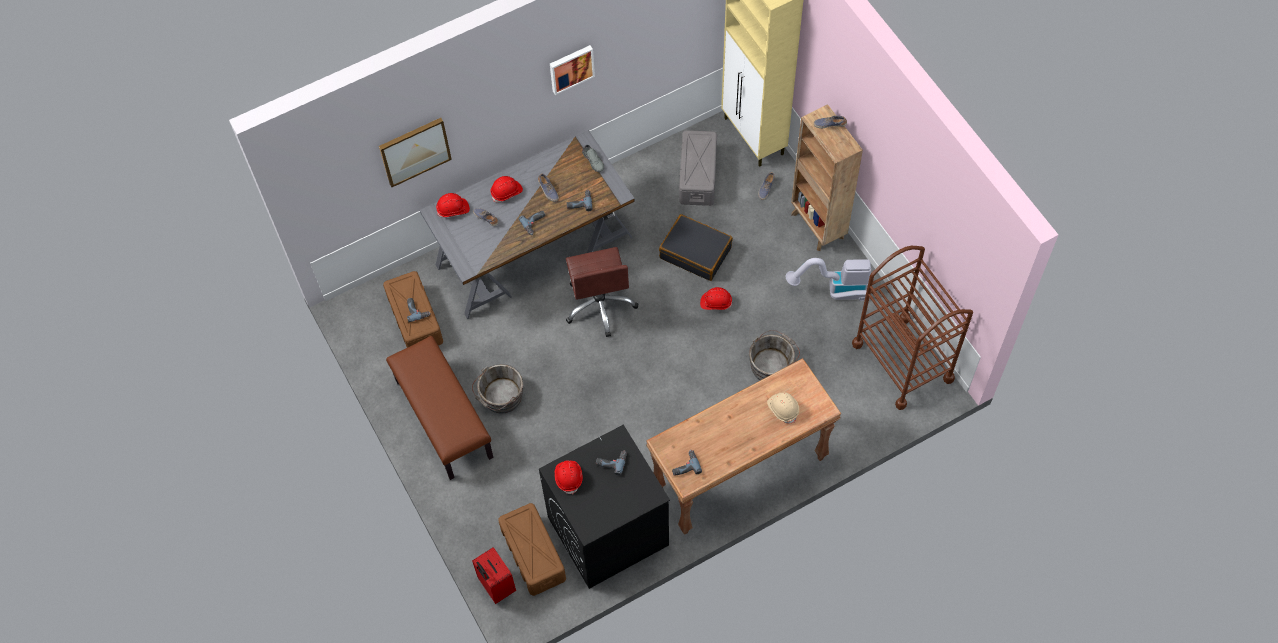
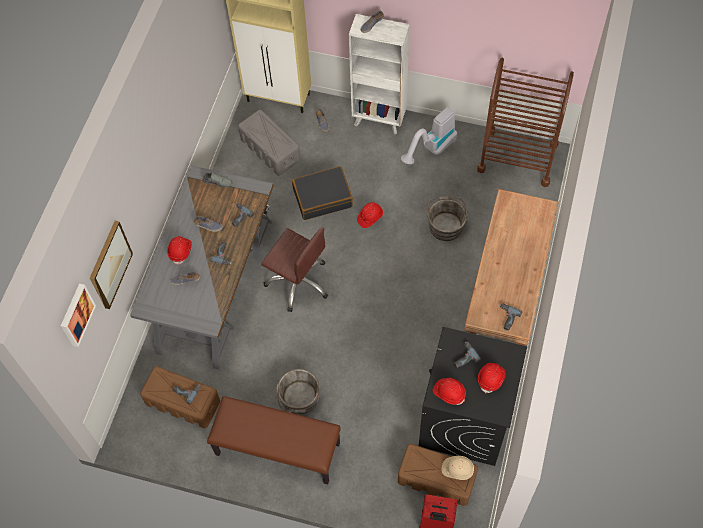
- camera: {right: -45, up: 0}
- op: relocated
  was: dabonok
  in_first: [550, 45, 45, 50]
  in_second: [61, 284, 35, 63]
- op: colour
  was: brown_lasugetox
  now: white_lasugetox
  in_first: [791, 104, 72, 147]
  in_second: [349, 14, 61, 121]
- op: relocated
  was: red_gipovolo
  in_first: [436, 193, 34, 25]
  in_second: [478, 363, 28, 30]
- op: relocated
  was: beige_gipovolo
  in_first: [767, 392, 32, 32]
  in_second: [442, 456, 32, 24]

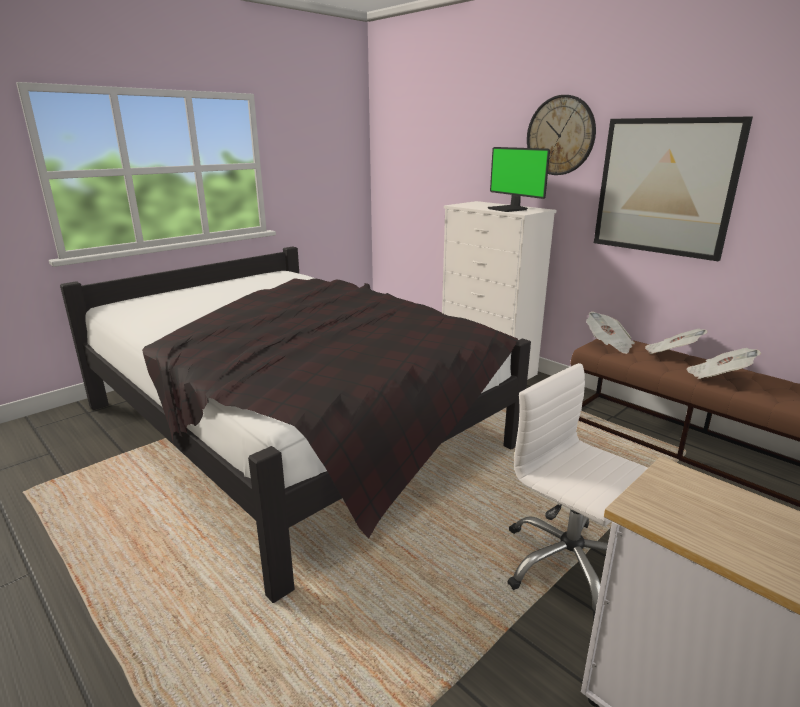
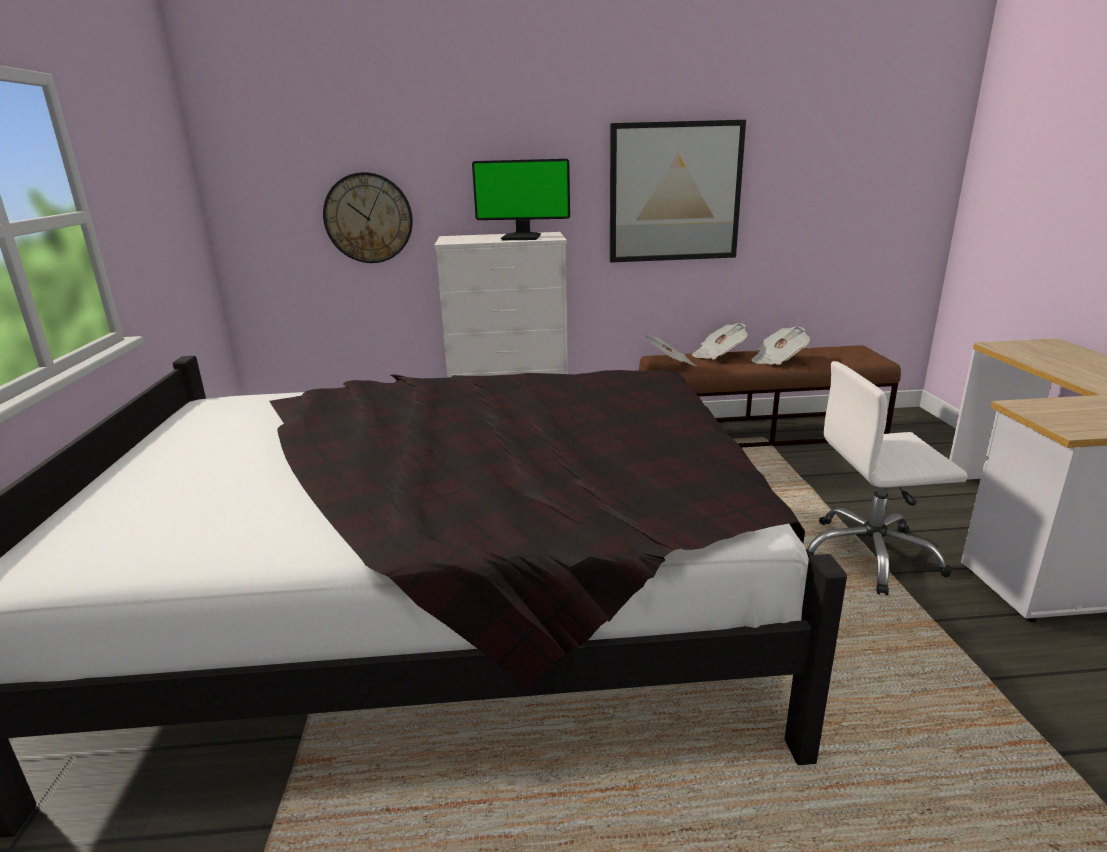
- camera: {right: -50, up: 0}
- op: relocated
  was: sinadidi
  in_first: [527, 95, 69, 80]
  in_second: [323, 172, 90, 91]

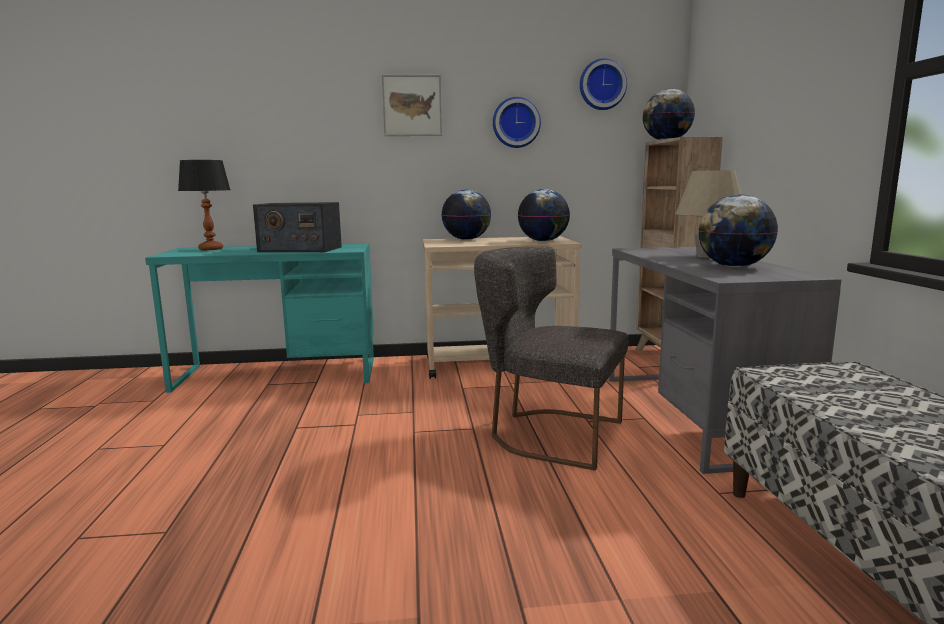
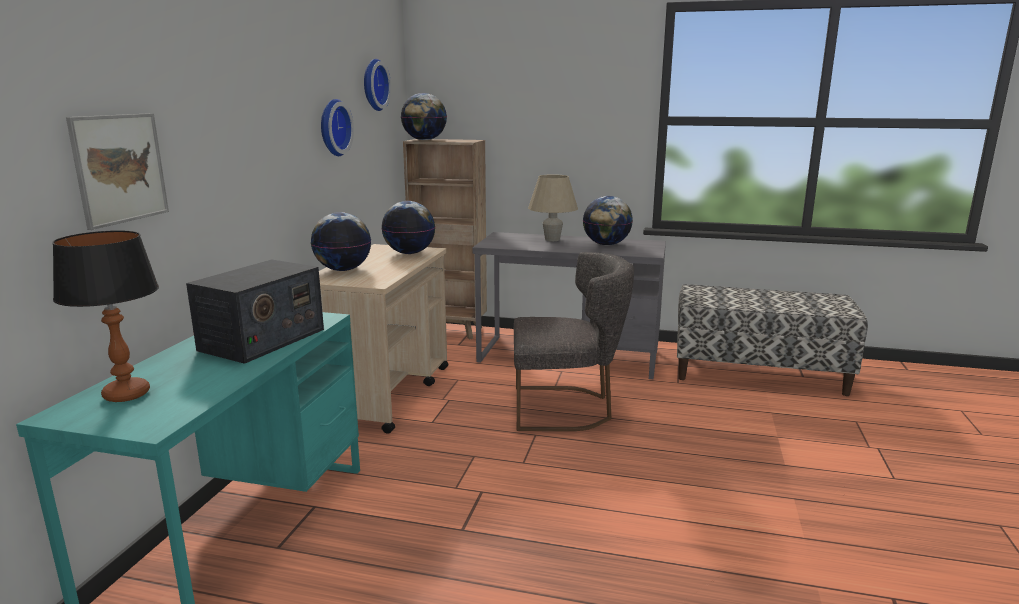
- camera: {right: -70, up: 5}
- op: relocated
  was: dabonok
  in_first: [382, 75, 60, 61]
  in_second: [66, 113, 103, 117]
- op: spun
  was: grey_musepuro
  in_first: [474, 247, 155, 223]
  in_second: [514, 252, 120, 179]
  clockwise: -135

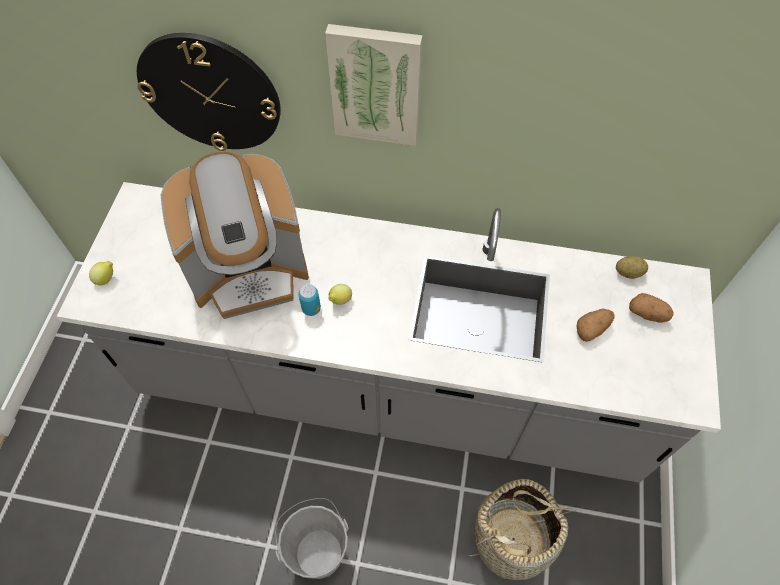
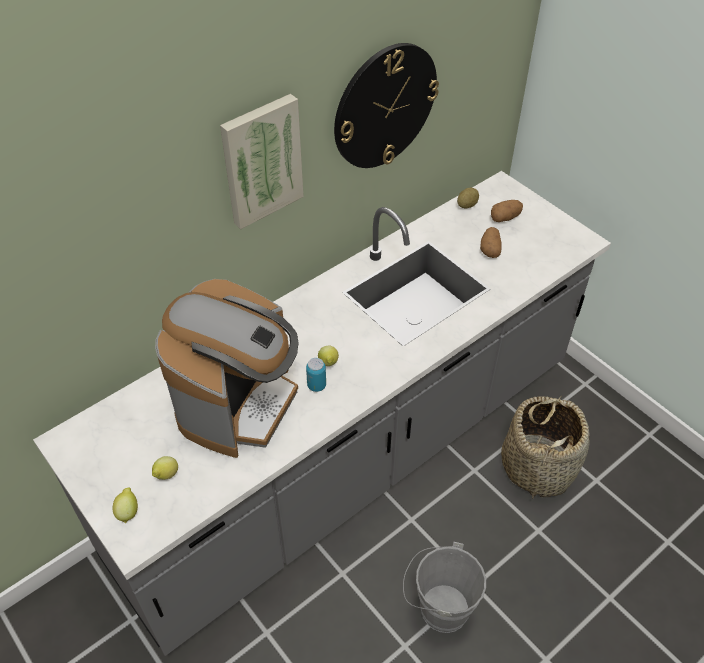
- camera: {right: -50, up: -10}
- op: relocated
  was: sinadidi
  in_first: [137, 33, 144, 118]
  in_second: [334, 43, 105, 125]
- op: appeared
  now: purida
  in_second: [152, 456, 26, 24]

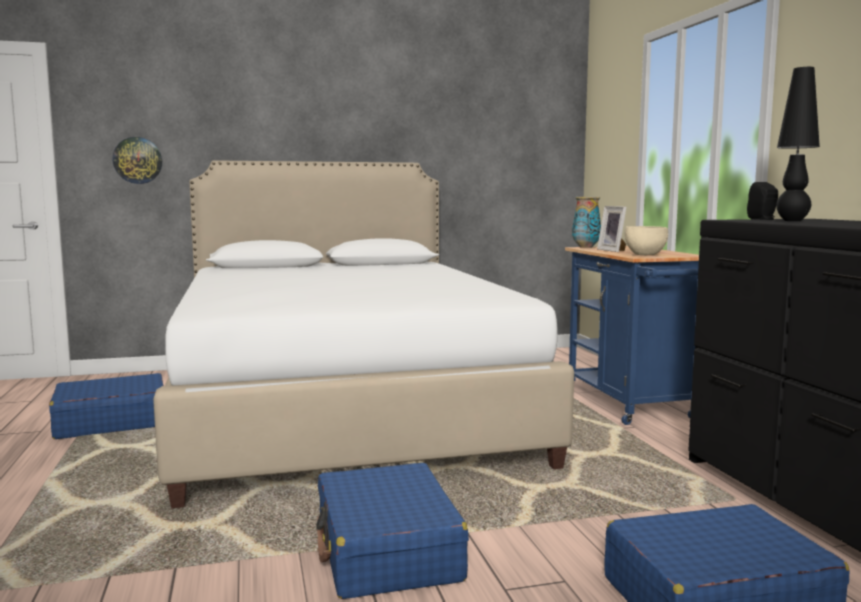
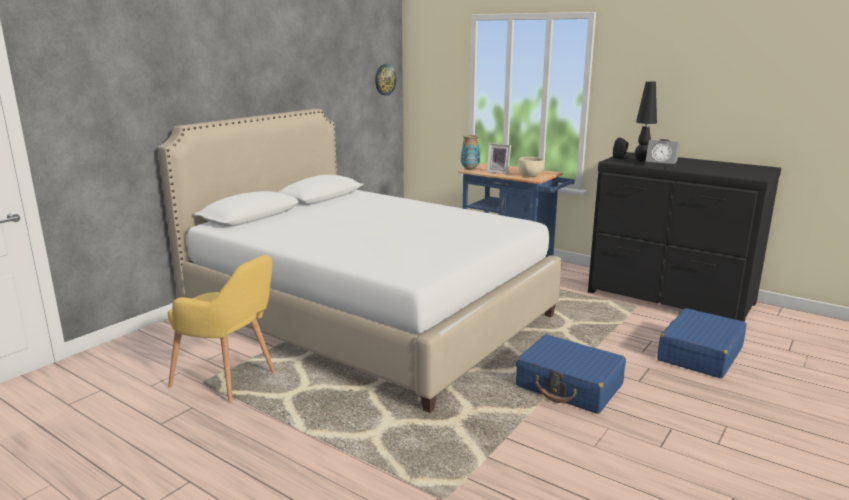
- camera: {right: -40, up: 10}
- op: relocated
  was: sinadidi
  in_first: [113, 137, 49, 47]
  in_second: [375, 64, 21, 32]
- op: exchanged
  was: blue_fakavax
  now: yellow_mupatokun
  in_first: [49, 373, 114, 66]
  in_second: [168, 255, 107, 147]
- op: appeared
  now: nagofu
  in_second: [644, 139, 36, 31]

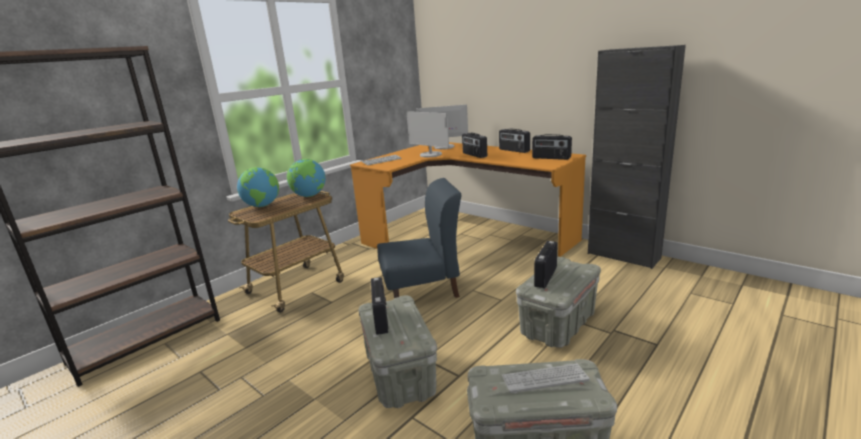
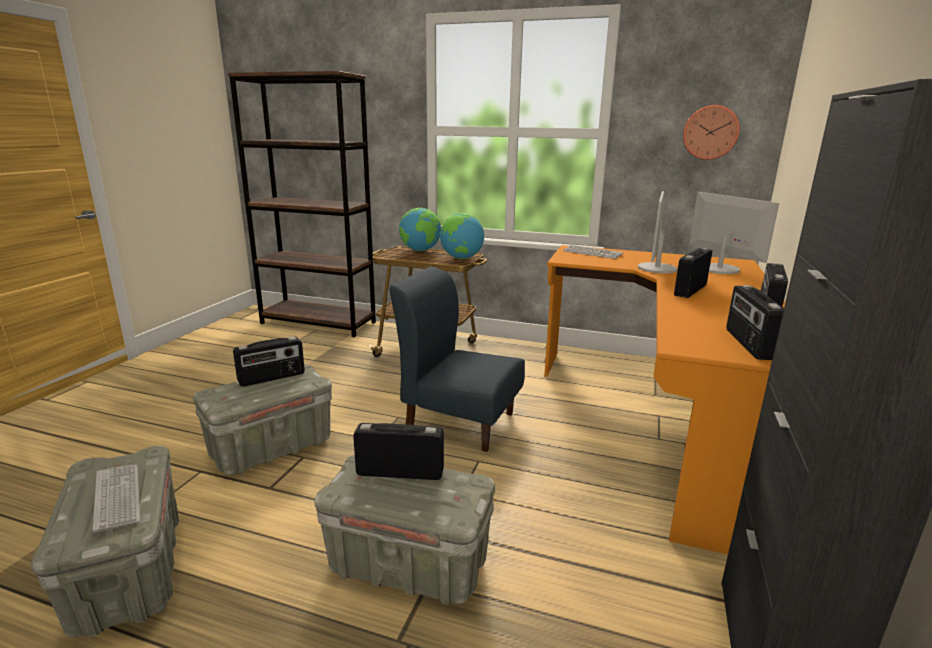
- camera: {right: 65, up: 0}
- op: spun
  was: blue_musepuro
  in_first: [377, 178, 84, 121]
  in_second: [389, 266, 136, 186]
  clockwise: 150
- op: appeared
  now: sinadidi
  in_second: [683, 105, 57, 55]

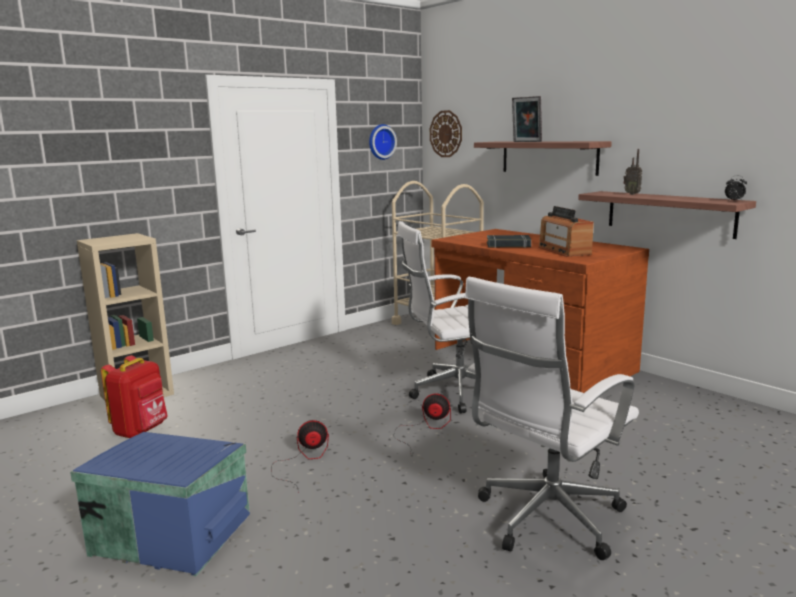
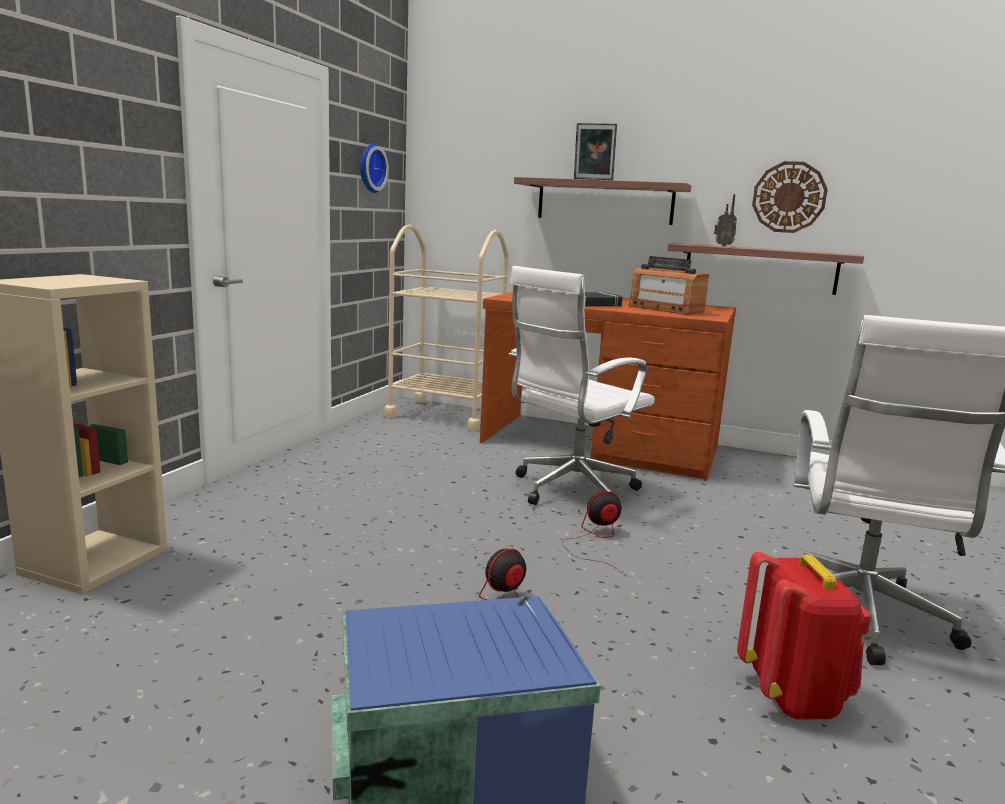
- camera: {right: -30, up: 0}
- op: relocated
  was: sinadidi
  in_first: [430, 110, 32, 47]
  in_second: [752, 161, 76, 72]
- op: missing
  was: nagofu
  in_first: [725, 176, 22, 25]
- op: relocated
  was: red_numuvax
  in_first: [101, 355, 67, 83]
  in_second: [737, 552, 134, 167]

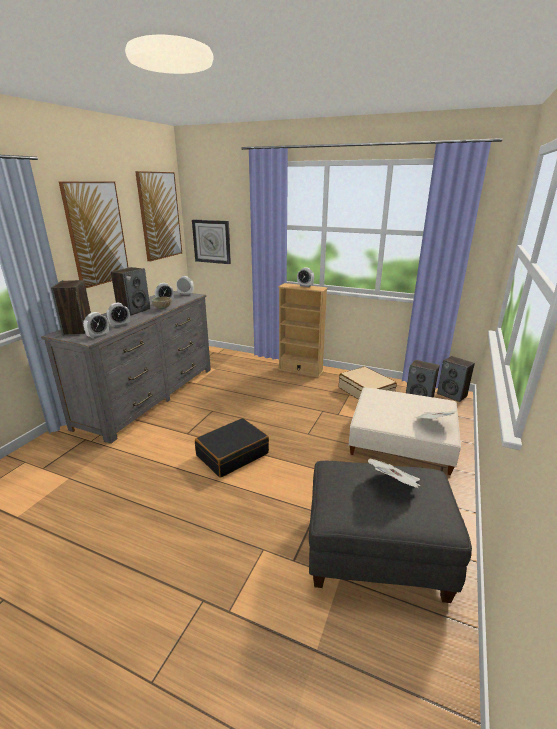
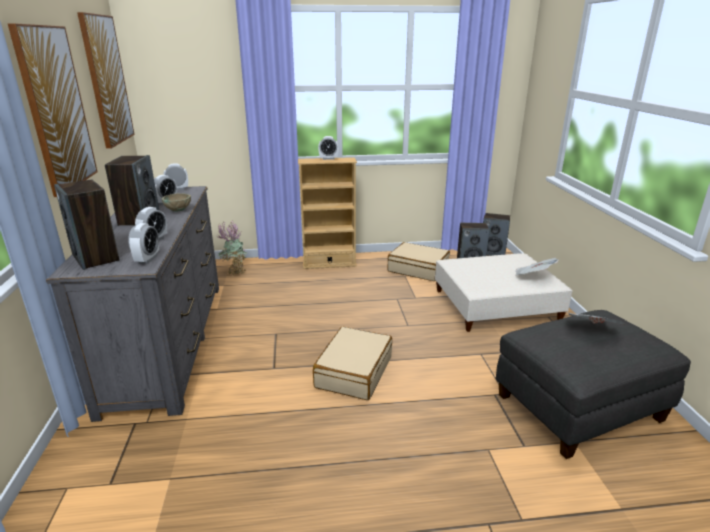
- camera: {right: -30, up: 0}
- op: missing
  was: sinadidi
  in_first: [192, 220, 39, 44]
- op: colour
  was: black_fakavax
  now: beige_fakavax
  in_first: [195, 418, 74, 60]
  in_second: [313, 327, 79, 73]
- op: appeared
  now: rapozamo
  in_second: [217, 223, 30, 53]

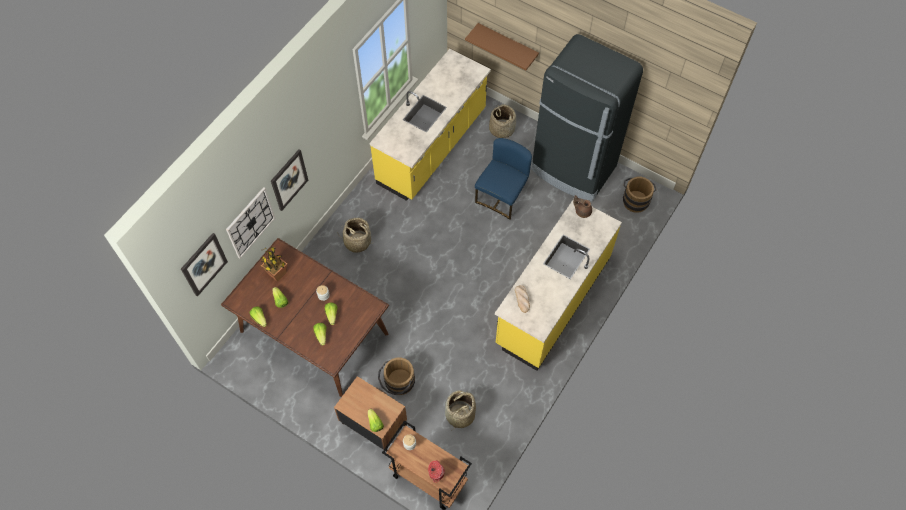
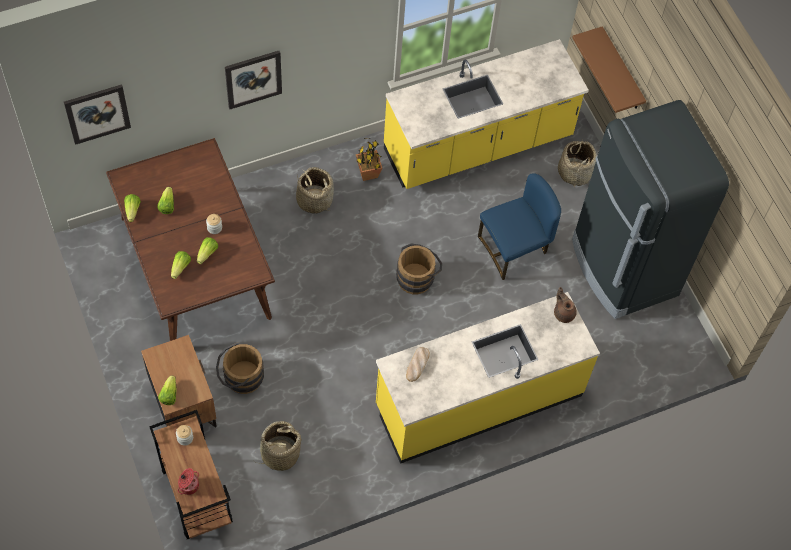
- camera: {right: 30, up: 0}
- op: relocated
  was: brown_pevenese
  in_first: [623, 177, 34, 36]
  in_second: [396, 243, 46, 51]
- op: missing
  was: sinadidi
  in_first: [226, 187, 49, 72]
- op: relocated
  was: rapozamo
  in_first: [261, 246, 26, 35]
  in_second: [356, 138, 26, 43]

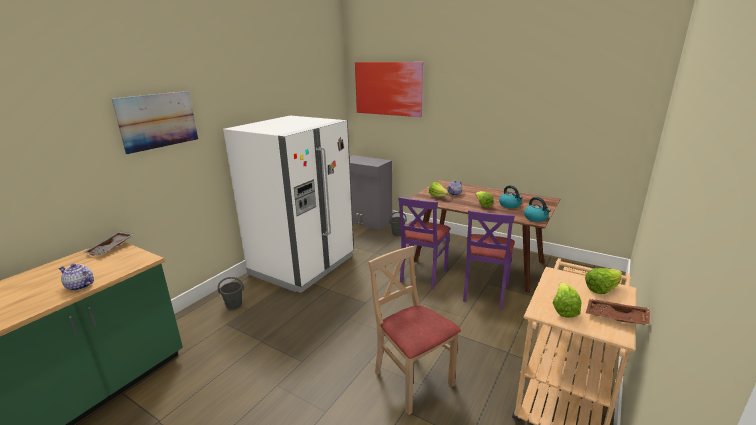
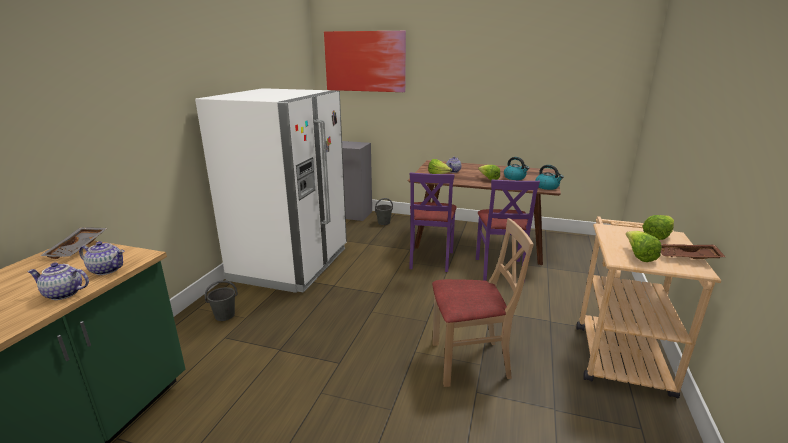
- camera: {right: -15, up: 0}
- op: missing
  was: dabonok
  in_first: [112, 91, 86, 63]
- op: spun
  was: beige_musepuro
  in_first: [368, 246, 93, 169]
  in_second: [432, 218, 102, 169]
  clockwise: 135
- op: appeared
  now: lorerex
  in_second: [79, 241, 45, 34]

